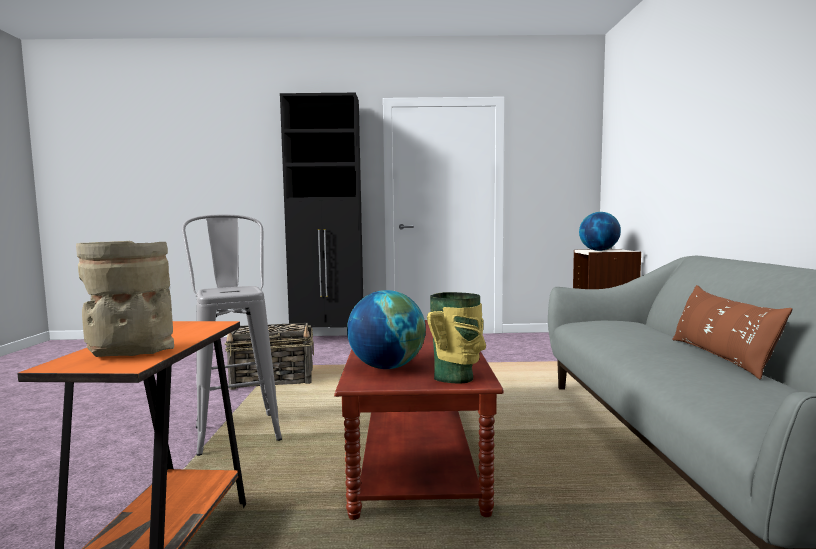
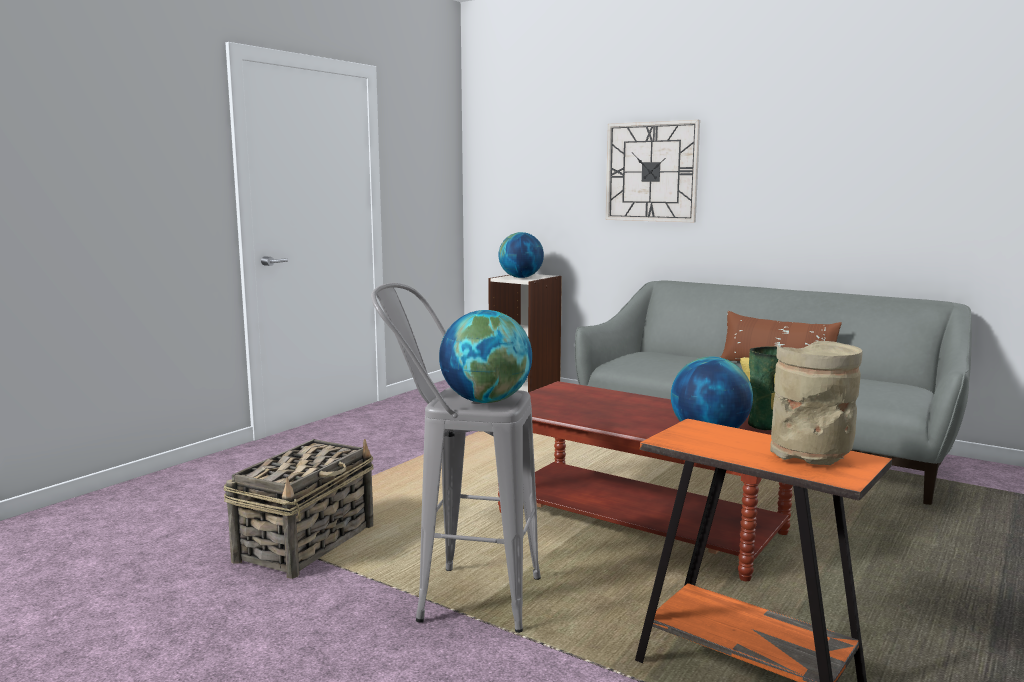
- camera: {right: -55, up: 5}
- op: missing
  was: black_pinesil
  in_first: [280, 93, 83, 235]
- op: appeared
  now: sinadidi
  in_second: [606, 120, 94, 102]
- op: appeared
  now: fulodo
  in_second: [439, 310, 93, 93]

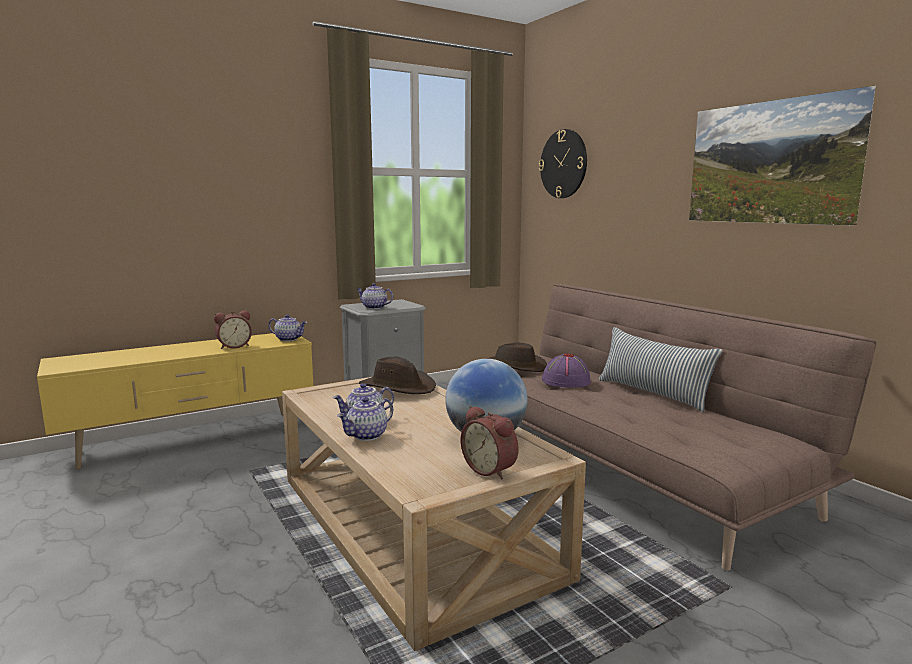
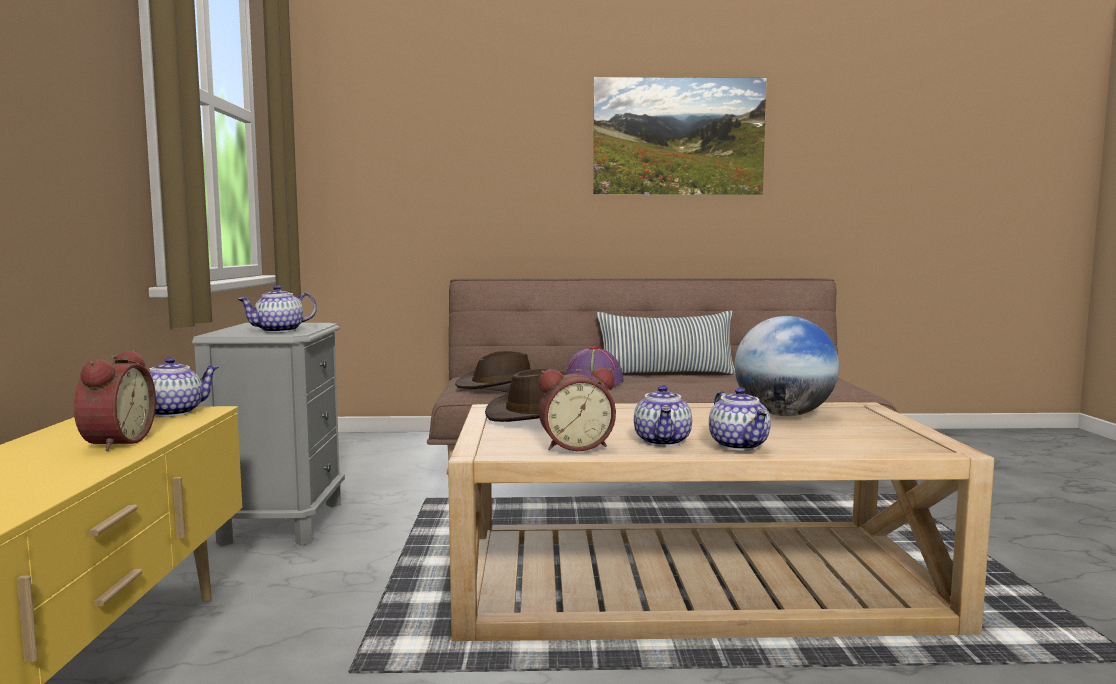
- camera: {right: -60, up: -5}
- op: missing
  was: sinadidi
  in_first: [539, 129, 48, 69]
- op: relocated
  was: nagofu
  in_first: [461, 406, 58, 74]
  in_second: [538, 368, 78, 83]

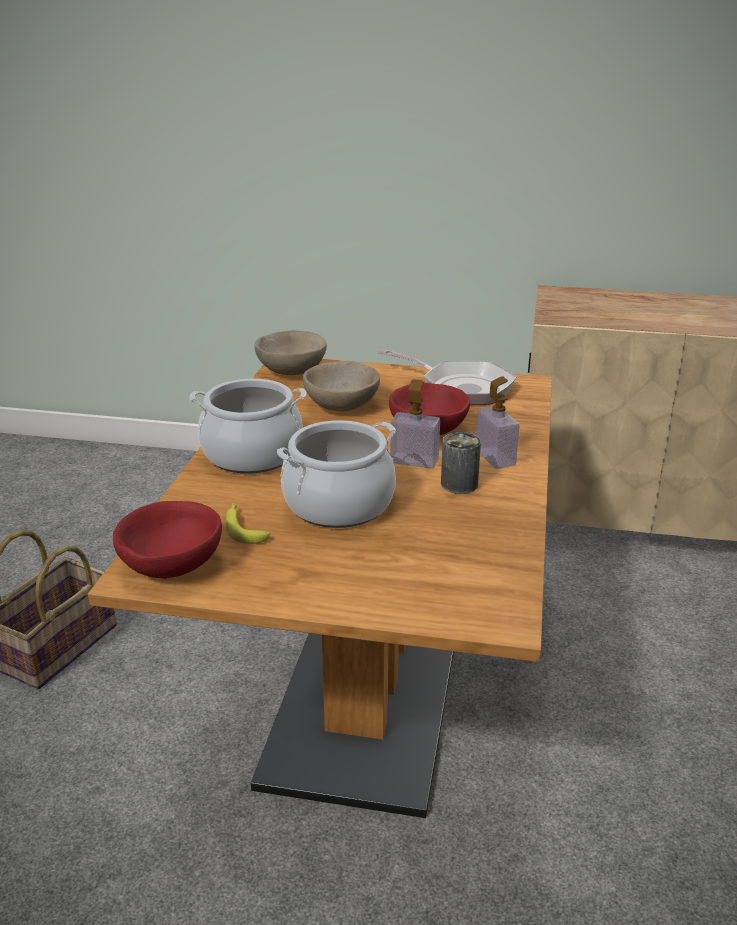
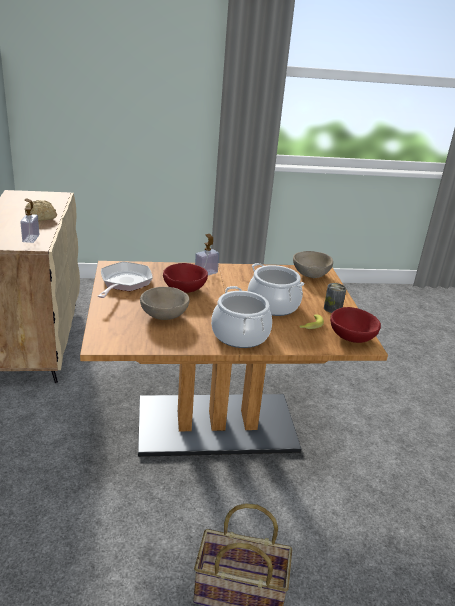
- camera: {right: -110, up: 0}
- op: relocated
  was: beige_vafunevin
  in_first: [254, 330, 73, 45]
  in_second: [293, 251, 40, 27]
- op: relocated
  was: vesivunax
  in_first: [390, 379, 50, 90]
  in_second: [20, 198, 19, 45]
- op: relocated
  was: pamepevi
  in_first: [441, 432, 40, 62]
  in_second: [324, 283, 22, 30]
- op: appeared
  now: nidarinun
  in_second: [25, 200, 32, 21]

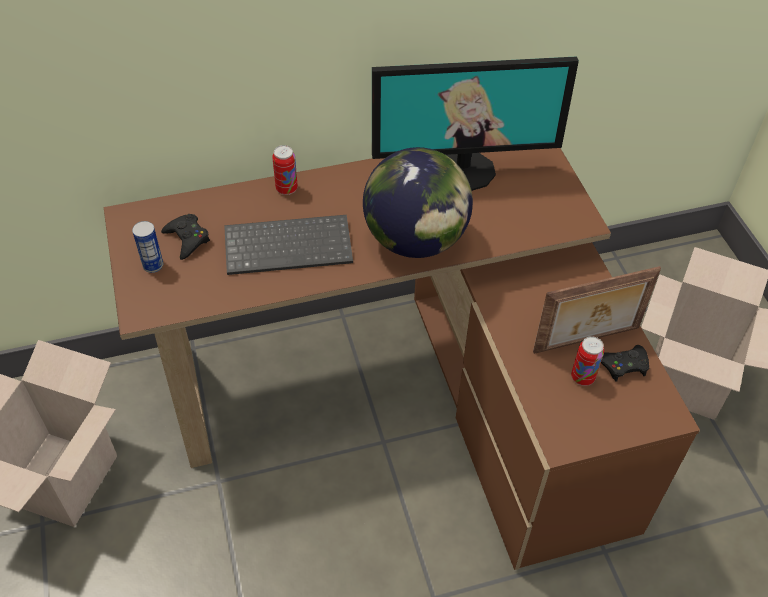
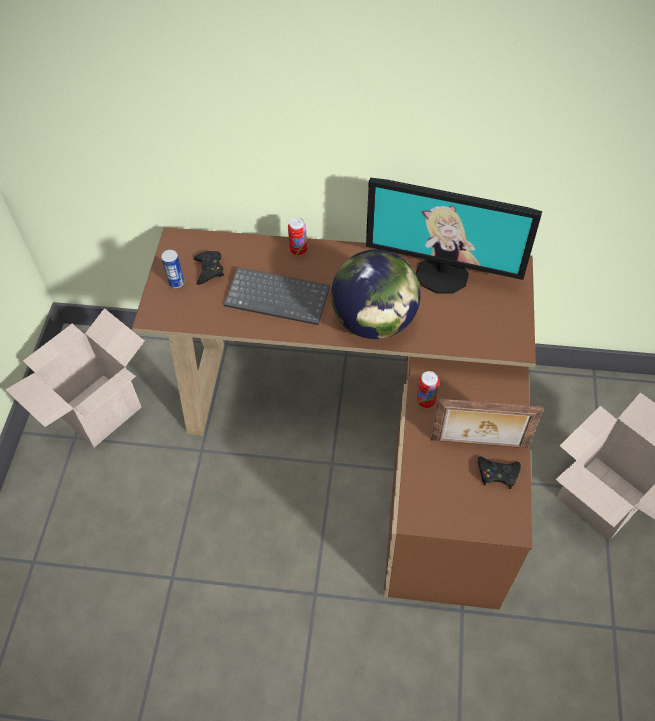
- camera: {right: 25, up: 5}
- op: relocated
  was: pamepevi
  in_first: [571, 336, 33, 50]
  in_second: [417, 371, 22, 37]

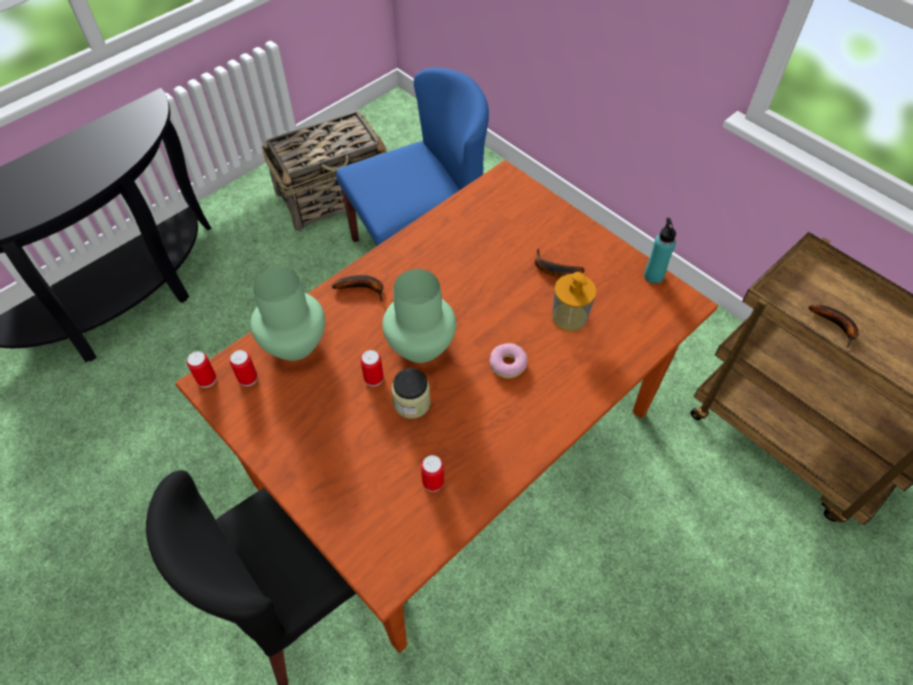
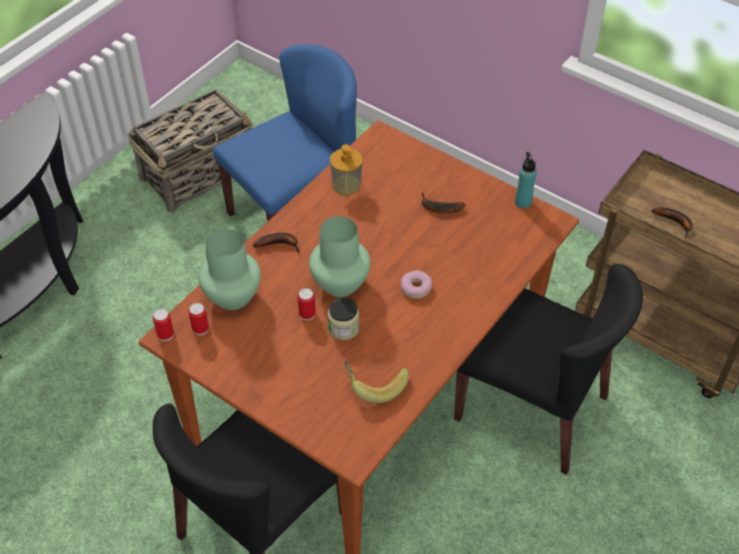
- camera: {right: -10, up: -5}
- op: relocated
  was: vesivunax
  in_first: [552, 272, 44, 60]
  in_second: [330, 144, 33, 52]
- op: exchanged
  was: pamepevi
  now: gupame
  in_first: [421, 455, 23, 37]
  in_second: [344, 361, 65, 42]
- op: appeared
  now: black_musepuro
  in_second: [454, 264, 189, 211]

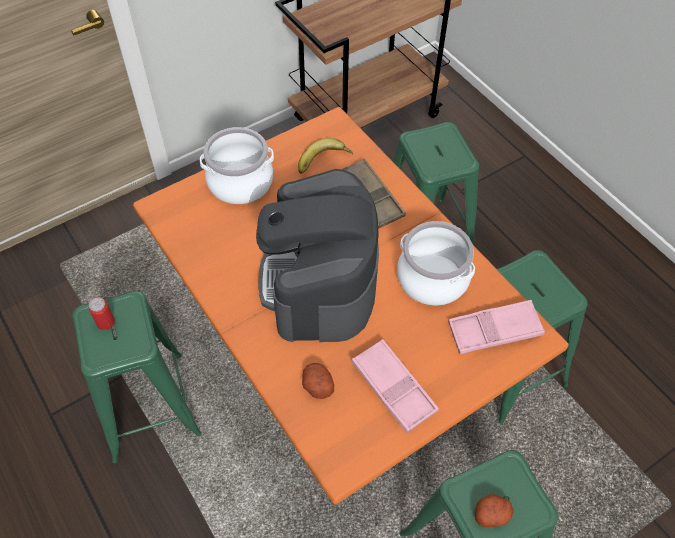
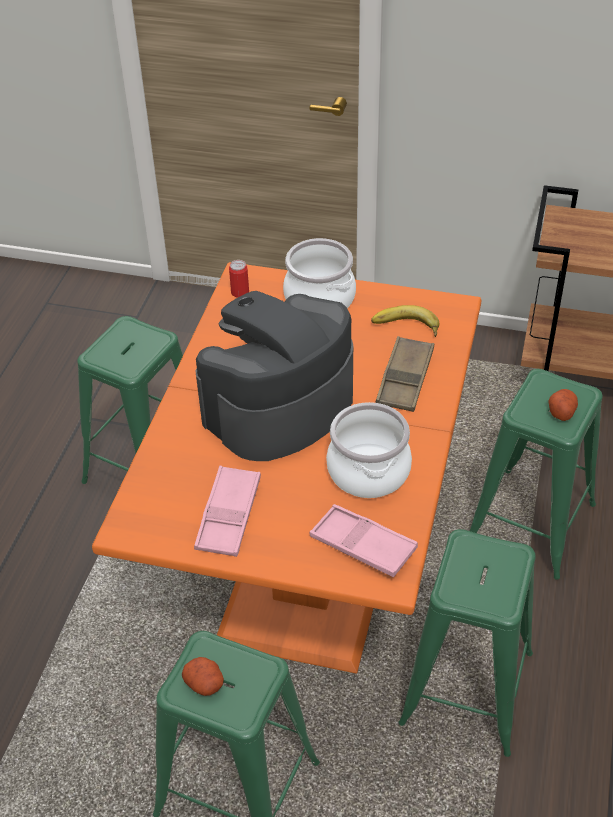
- camera: {right: 50, up: -10}
- op: relocated
  was: pamepevi
  in_first: [89, 297, 26, 33]
  in_second: [229, 260, 20, 38]
- op: relocated
  was: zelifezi
  in_first: [302, 363, 32, 36]
  in_second: [548, 389, 30, 32]

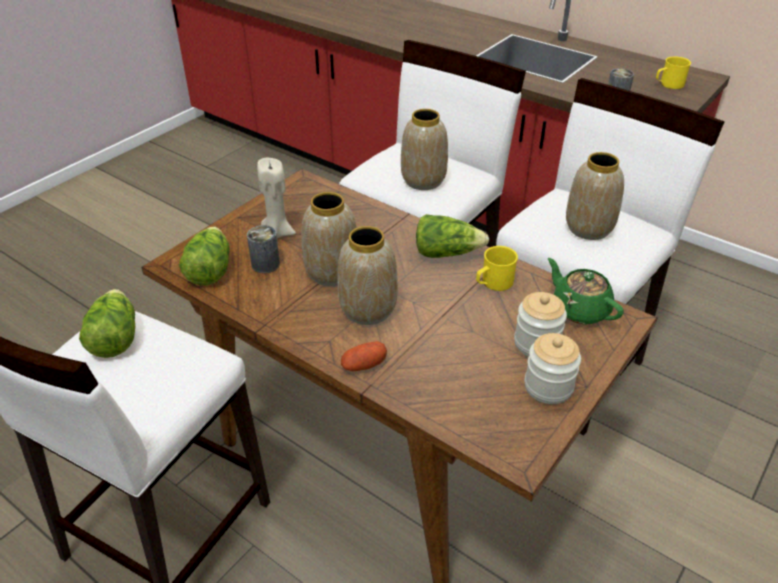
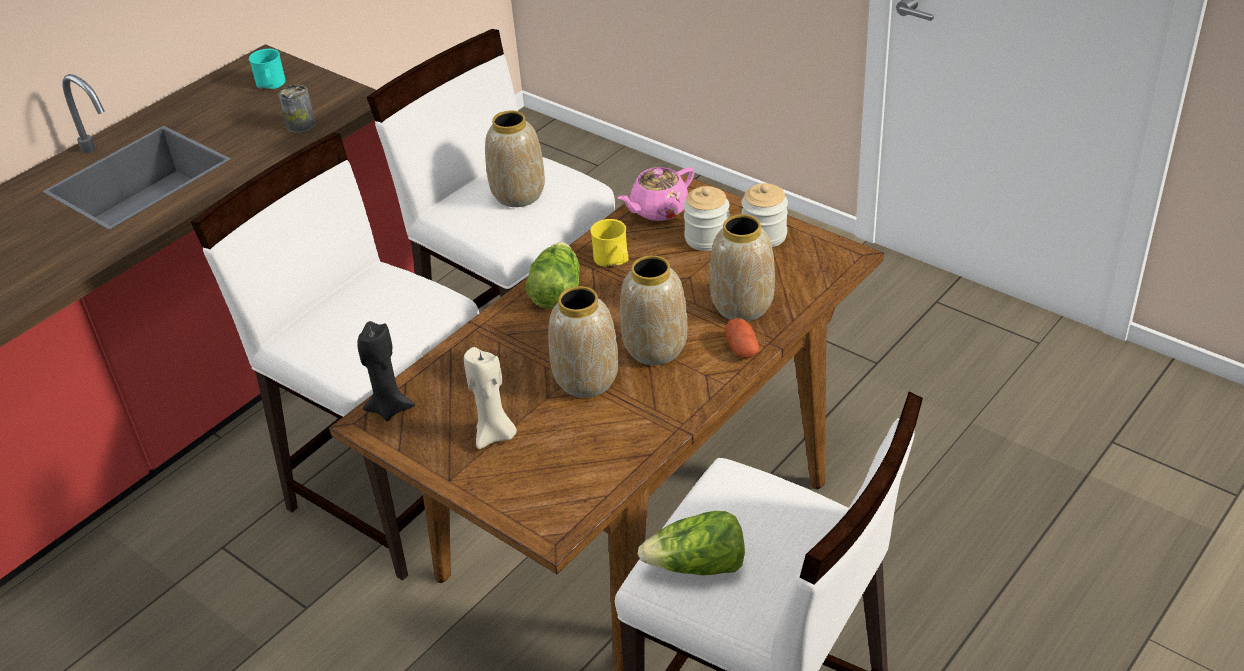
- camera: {right: -85, up: 0}
- op: colour
  was: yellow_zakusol
  now: turquoise_zakusol
  in_first: [656, 57, 35, 32]
  in_second: [249, 49, 37, 41]
- op: relocated
  was: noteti
  in_first: [401, 109, 47, 81]
  in_second: [710, 214, 65, 107]
- op: missing
  was: pamepevi
  in_first: [247, 225, 33, 48]
- op: missing
  was: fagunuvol
  in_first: [179, 227, 51, 58]
- op: colour
  was: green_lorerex
  now: pink_lorerex
  in_first: [548, 258, 76, 66]
  in_second: [617, 167, 77, 54]
- op: appeared
  now: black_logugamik
  in_second: [357, 321, 58, 100]

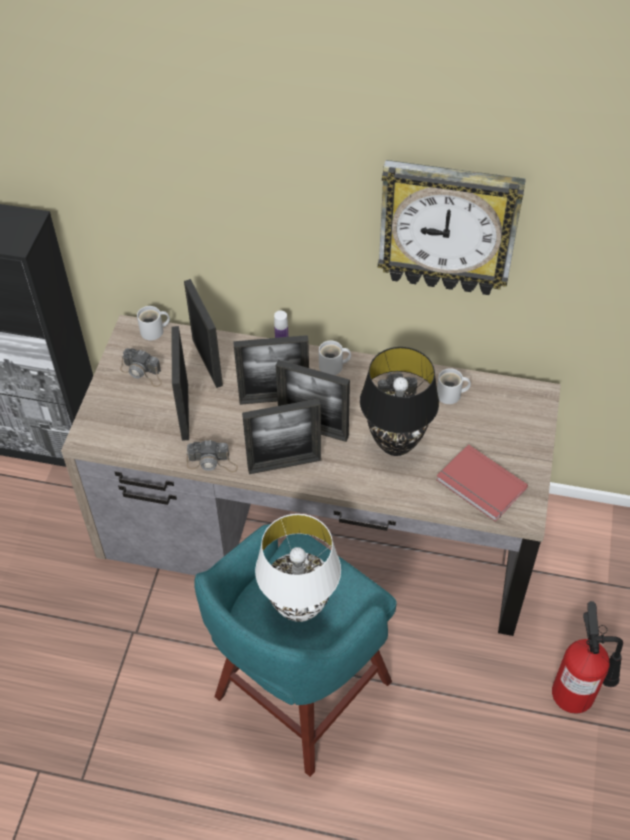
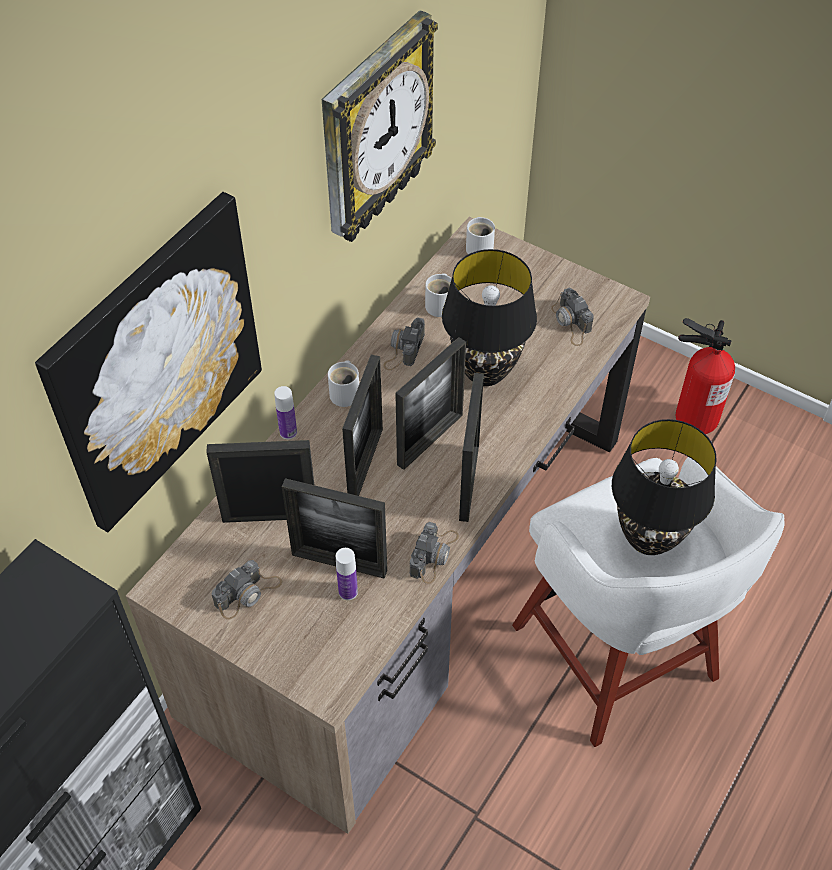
- camera: {right: -70, up: 0}
- op: relocated
  was: white_zakusol
  in_first: [137, 306, 33, 34]
  in_second: [466, 217, 29, 37]
- op: exchanged
  was: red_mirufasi
  now: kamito
  in_first: [436, 444, 92, 78]
  in_second: [551, 288, 43, 58]
- op: colour
  was: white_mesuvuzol
  now: black_mesuvuzol
  in_first: [255, 514, 86, 108]
  in_second: [612, 419, 104, 136]
- op: colour
  was: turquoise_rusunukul
  now: white_rusunukul
  in_first: [194, 524, 202, 253]
  in_second: [512, 457, 272, 290]
- op: appeared
  now: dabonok
  in_second: [35, 192, 227, 341]
- op: appeared
  now: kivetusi
  in_second: [336, 548, 22, 52]

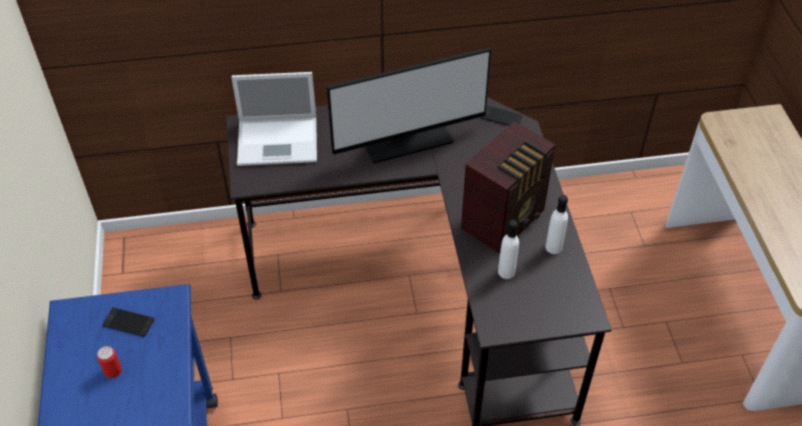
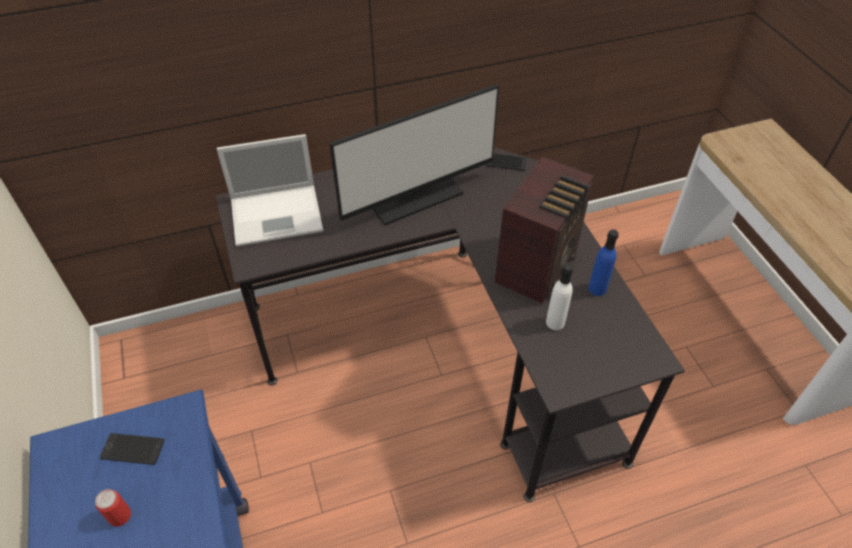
- camera: {right: -10, up: 0}
- op: colour
  was: white_kivetusi
  now: blue_kivetusi
  in_first: [546, 195, 22, 59]
  in_second: [588, 229, 30, 67]

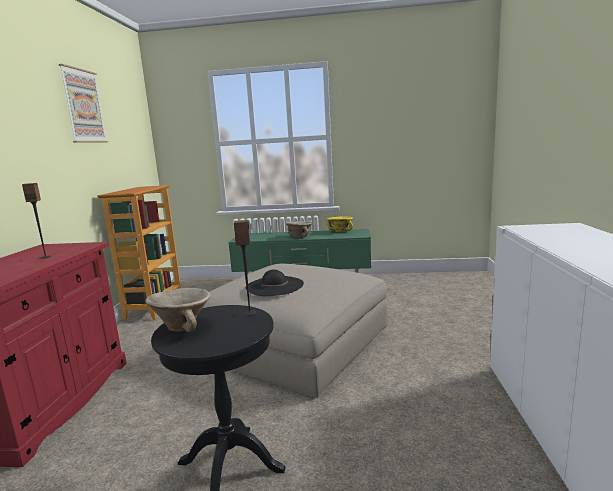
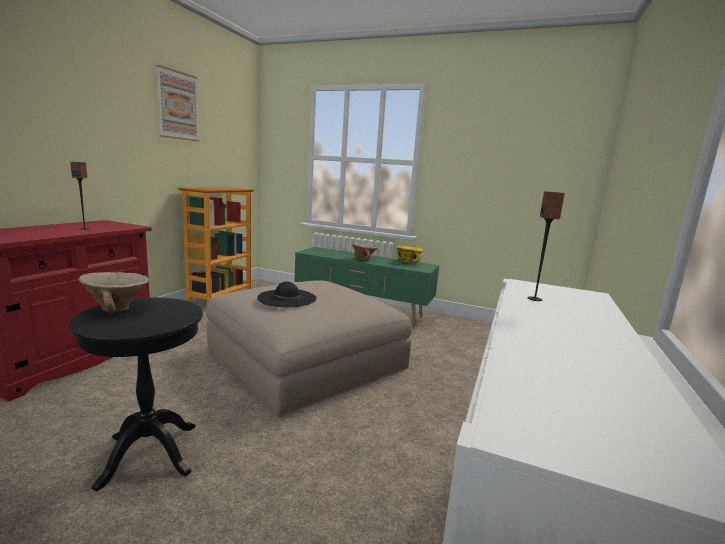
- camera: {right: 15, up: 0}
- op: relocated
  was: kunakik
  in_first: [234, 220, 22, 96]
  in_second: [528, 191, 37, 110]

